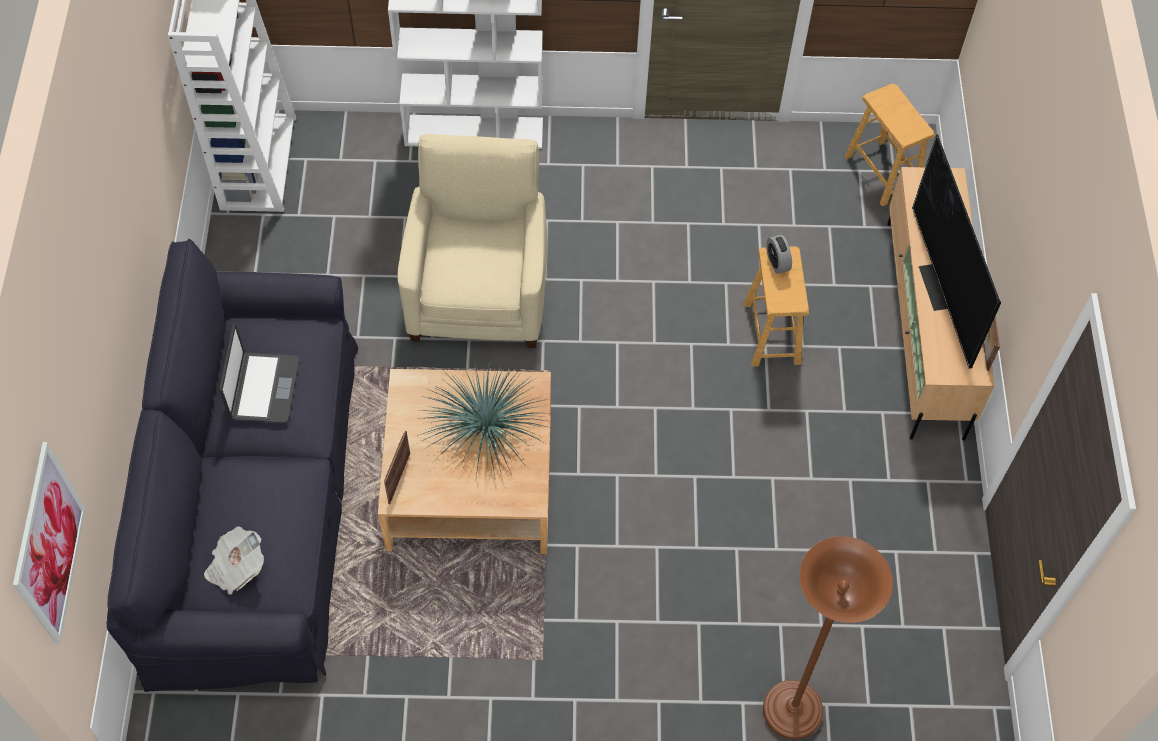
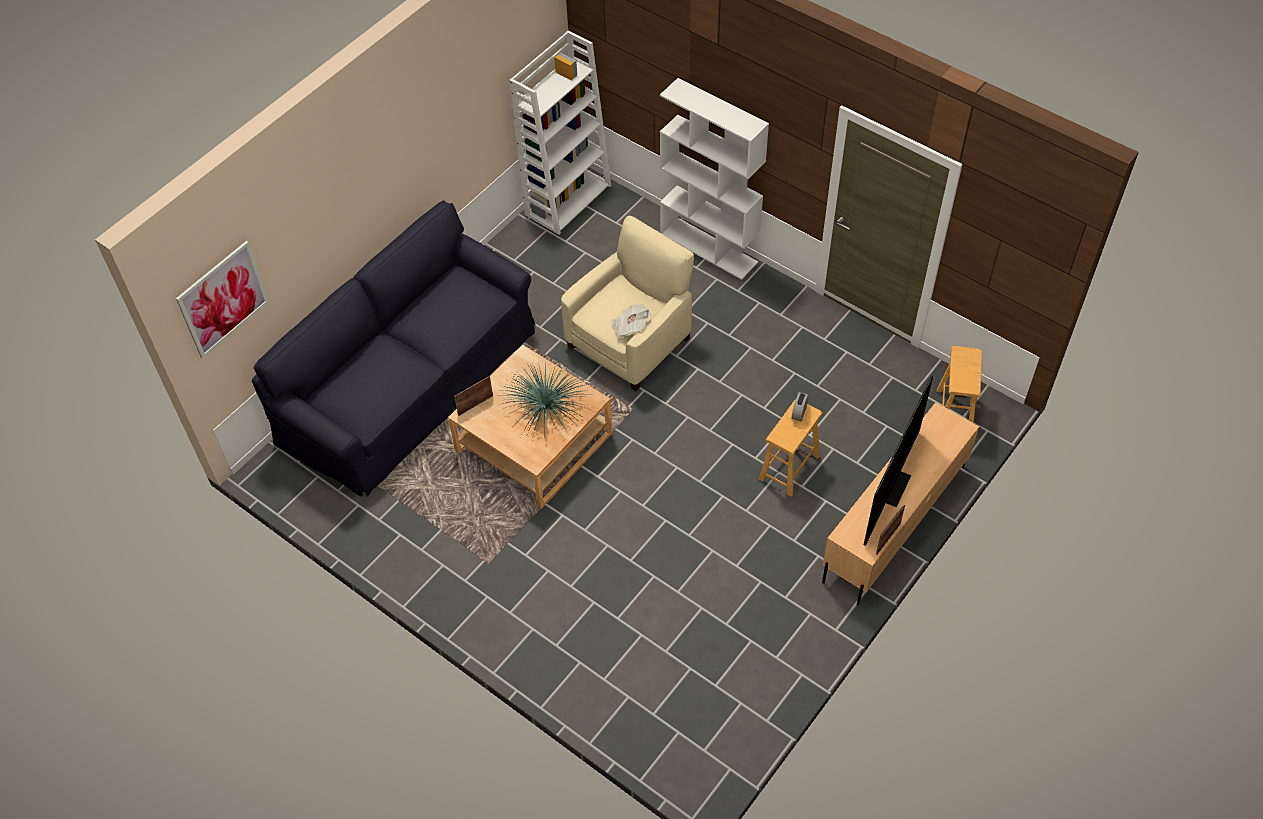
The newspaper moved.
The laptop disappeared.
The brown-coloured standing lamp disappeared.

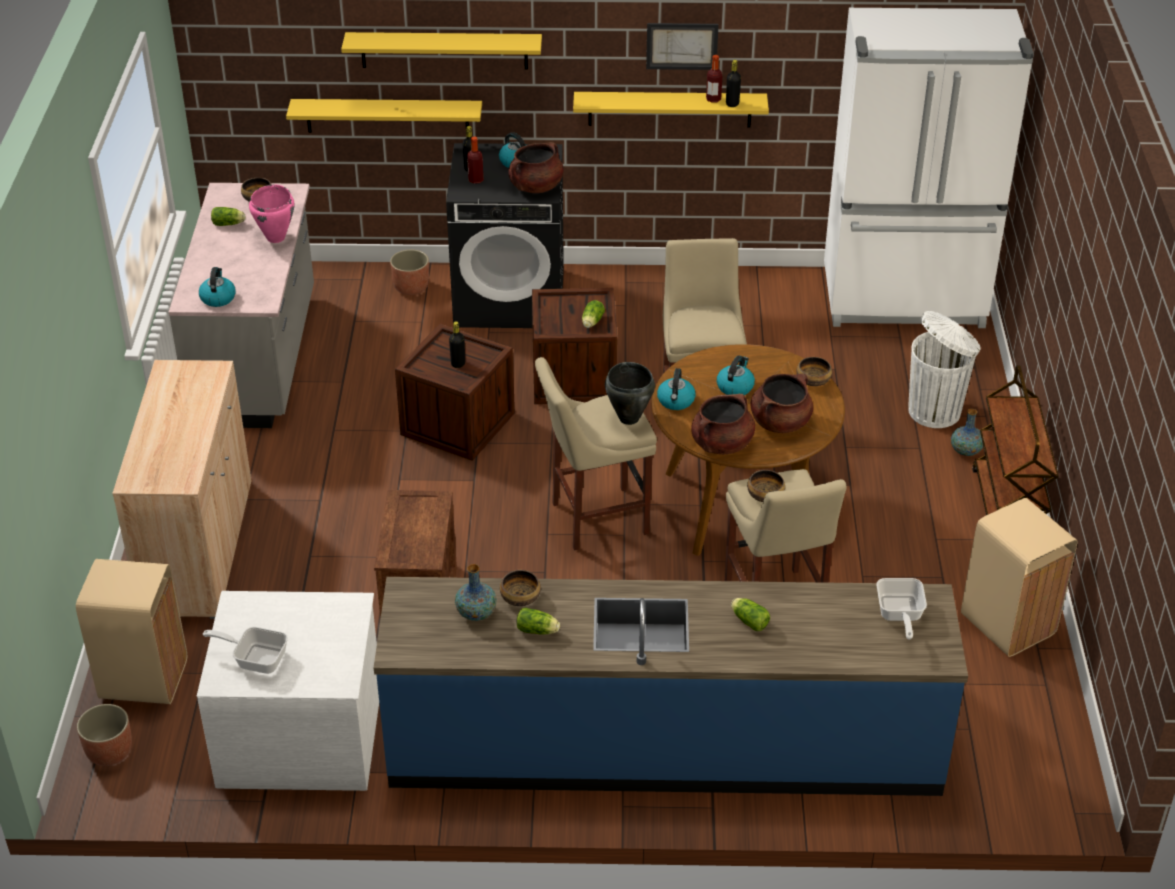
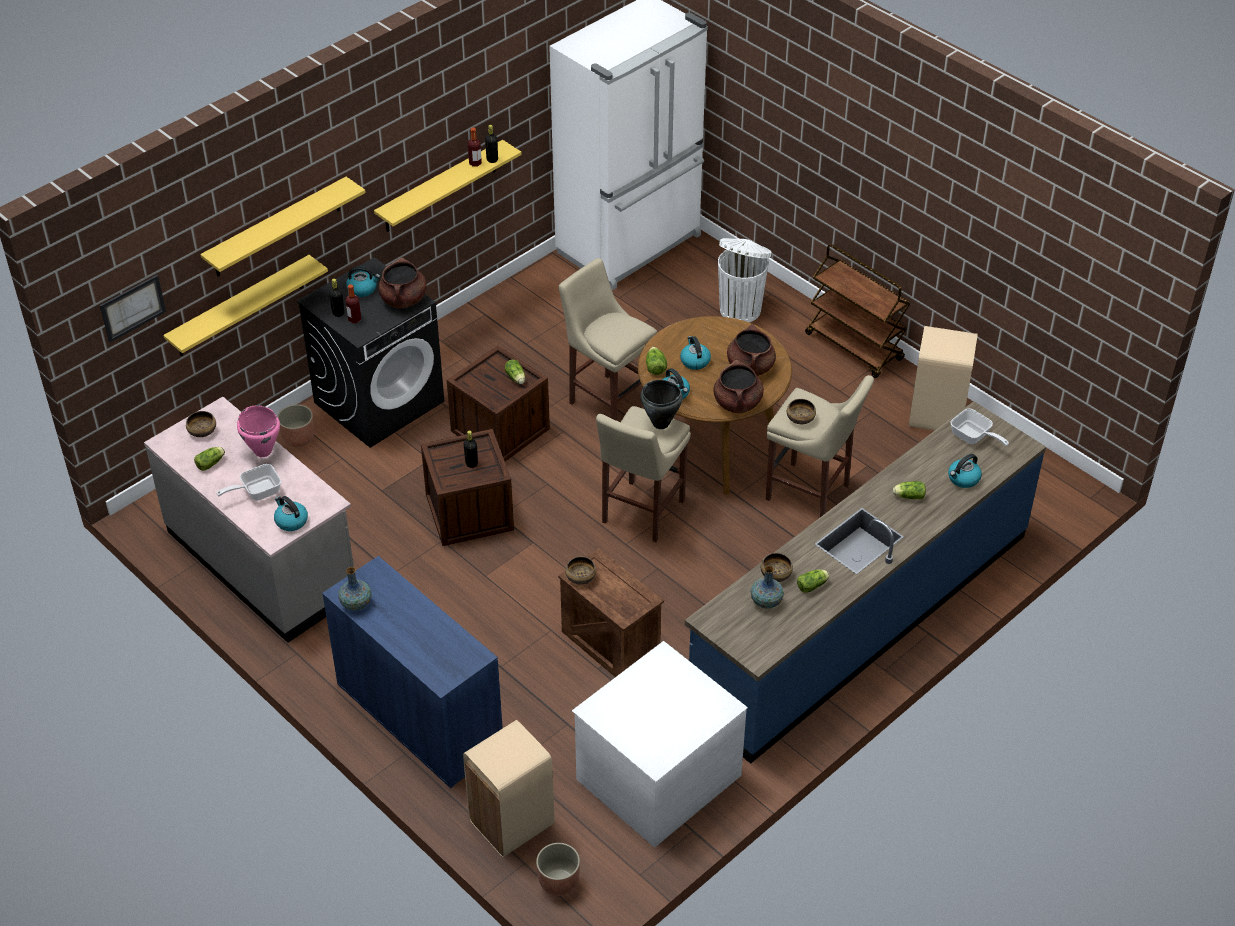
The wall art moved.
The frying pan (no. 1 from left) moved.
The beige cabinet became the blue cabinet.
The decorative vase (no. 2 from left in the first image) moved.
The serving bowl (no. 4 from left in the first image) moved.
The lettuce (no. 3 from left) appeared.
The kettle (no. 5 from left) appeared.

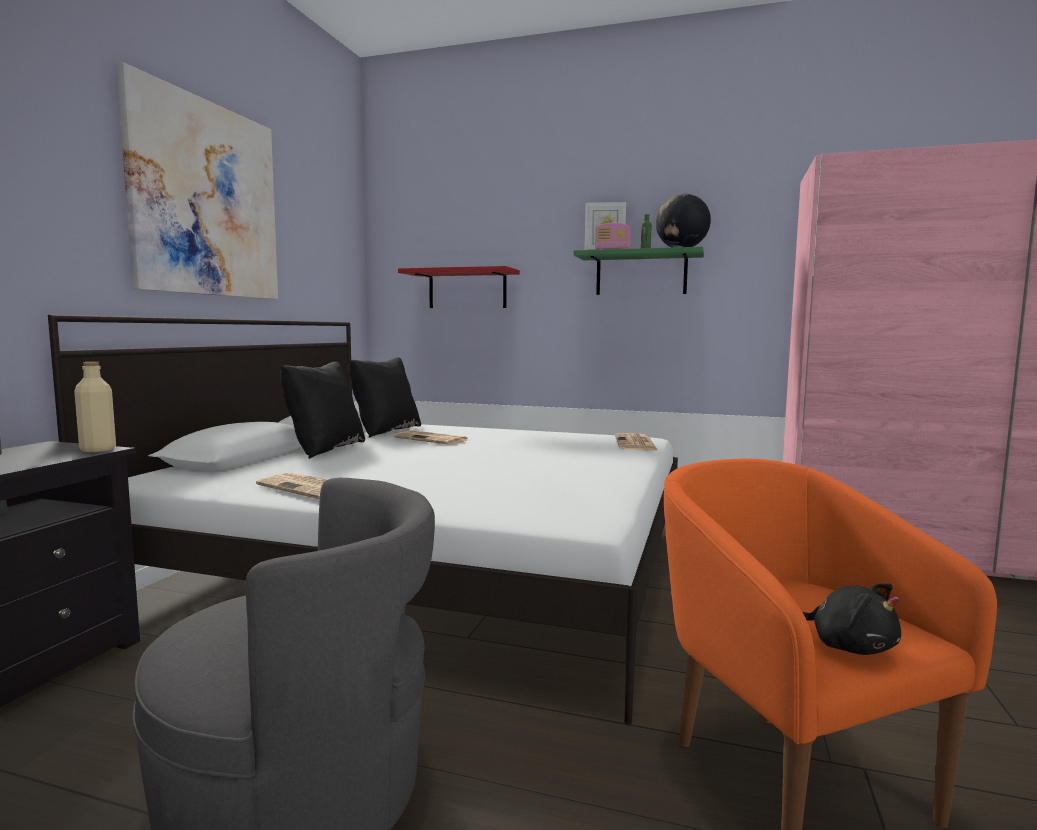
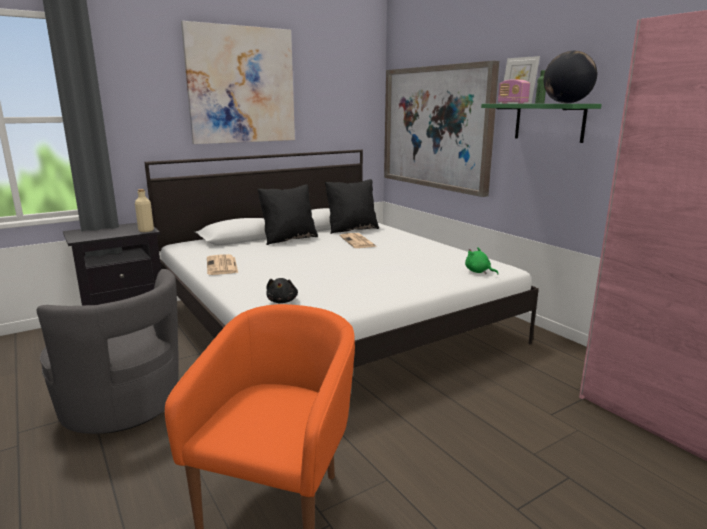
The blackish plush toy moved.
The red-coloured bracket shelf was replaced by the wall art (no. 2 from left).
The newspaper (no. 3 from left) was replaced by the green plush toy.

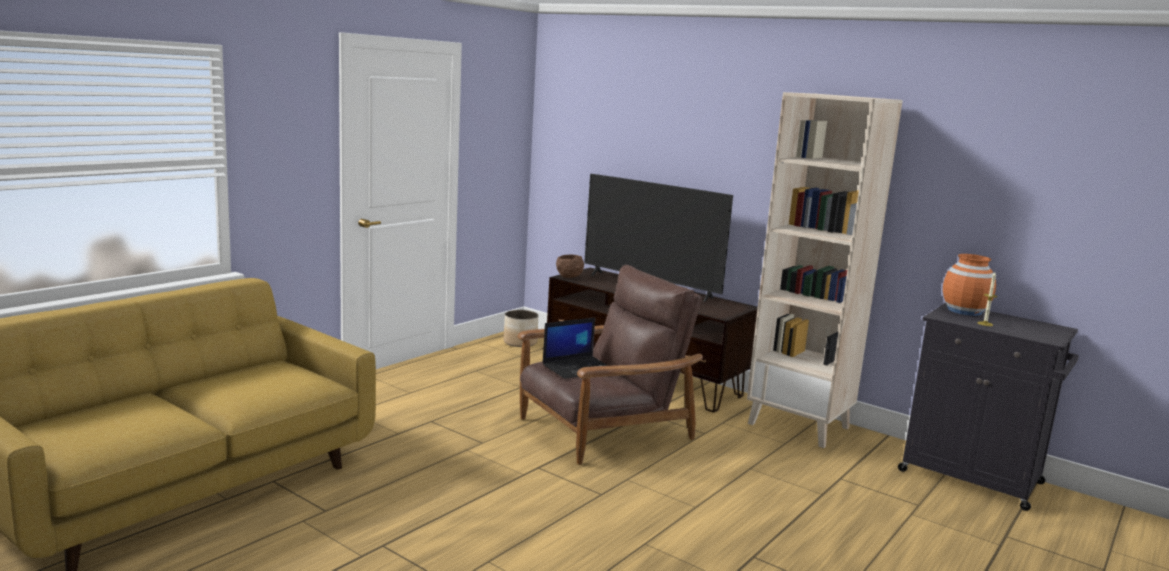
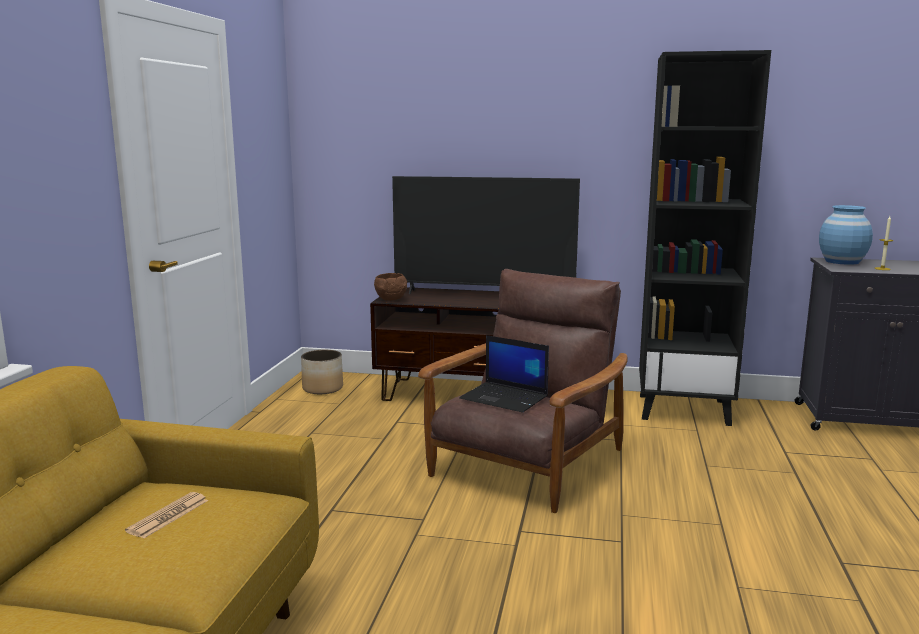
The newspaper appeared.
The laptop turned 90 degrees clockwise.
The beige bookcase became the blackish bookcase.
The orangey decorative vase became the blue decorative vase.

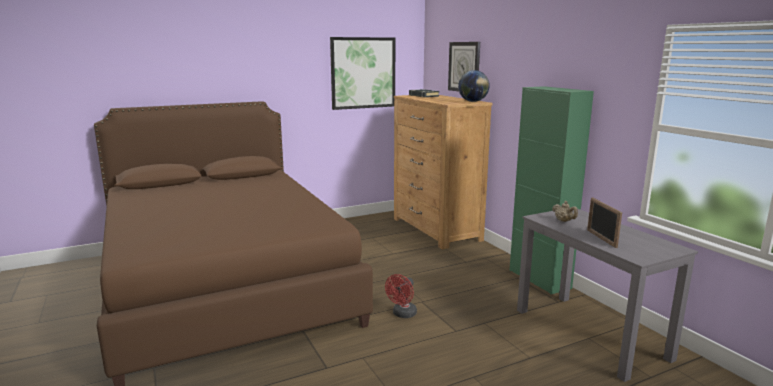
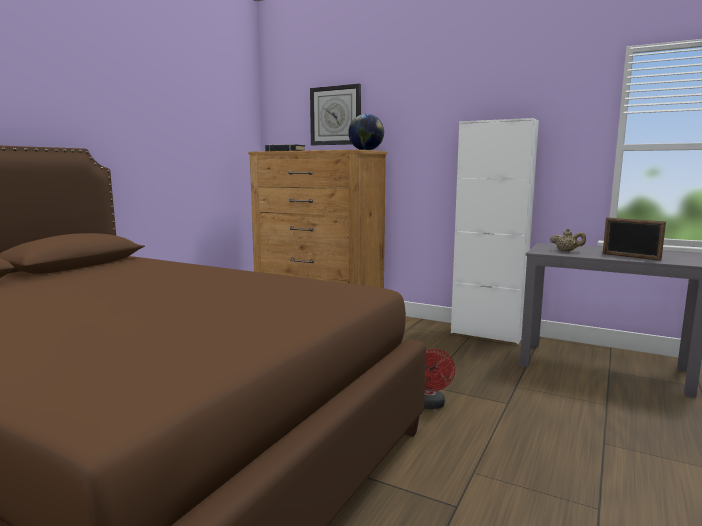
The green cabinet became the white cabinet.
The wall art disappeared.

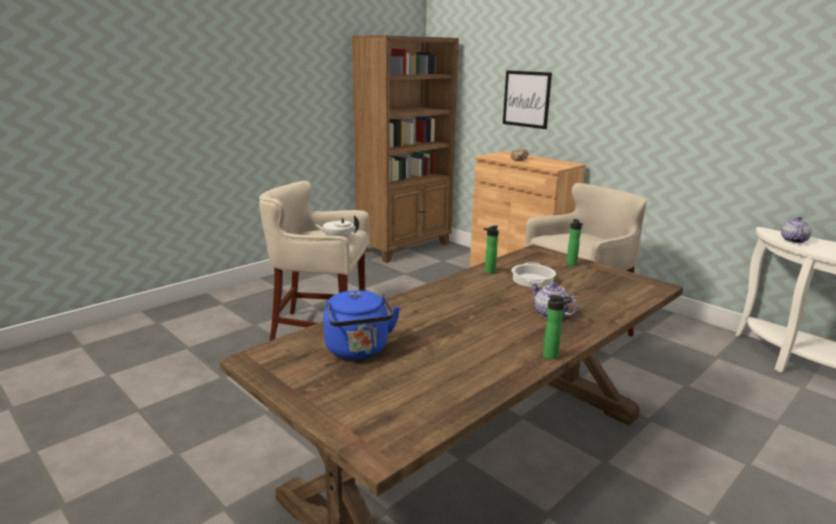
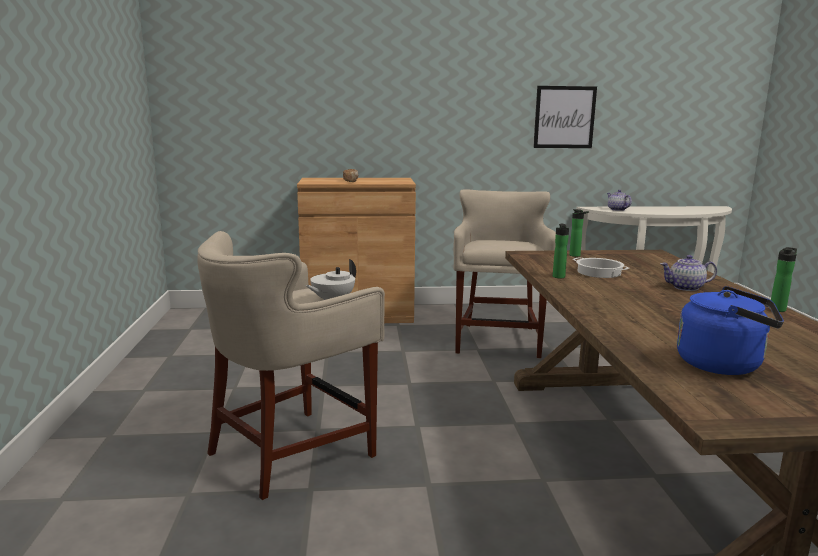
The wall art moved.
The brown-coloured bookcase disappeared.

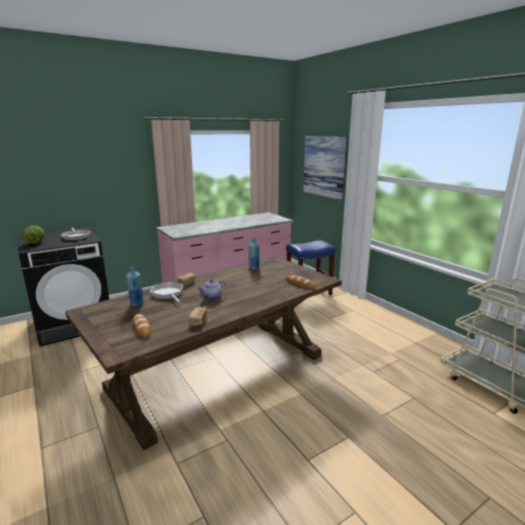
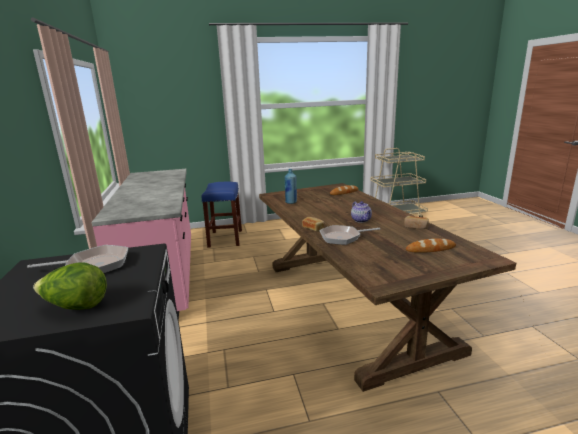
The blue drink bottle (no. 1 from left) disappeared.
The wall art disappeared.

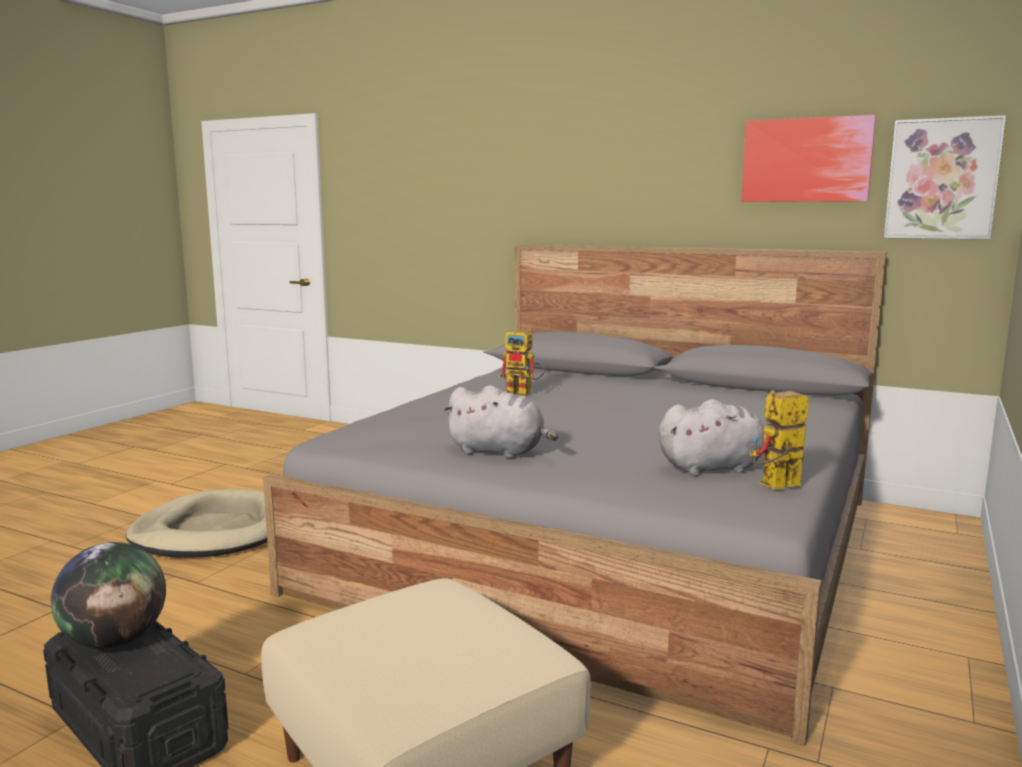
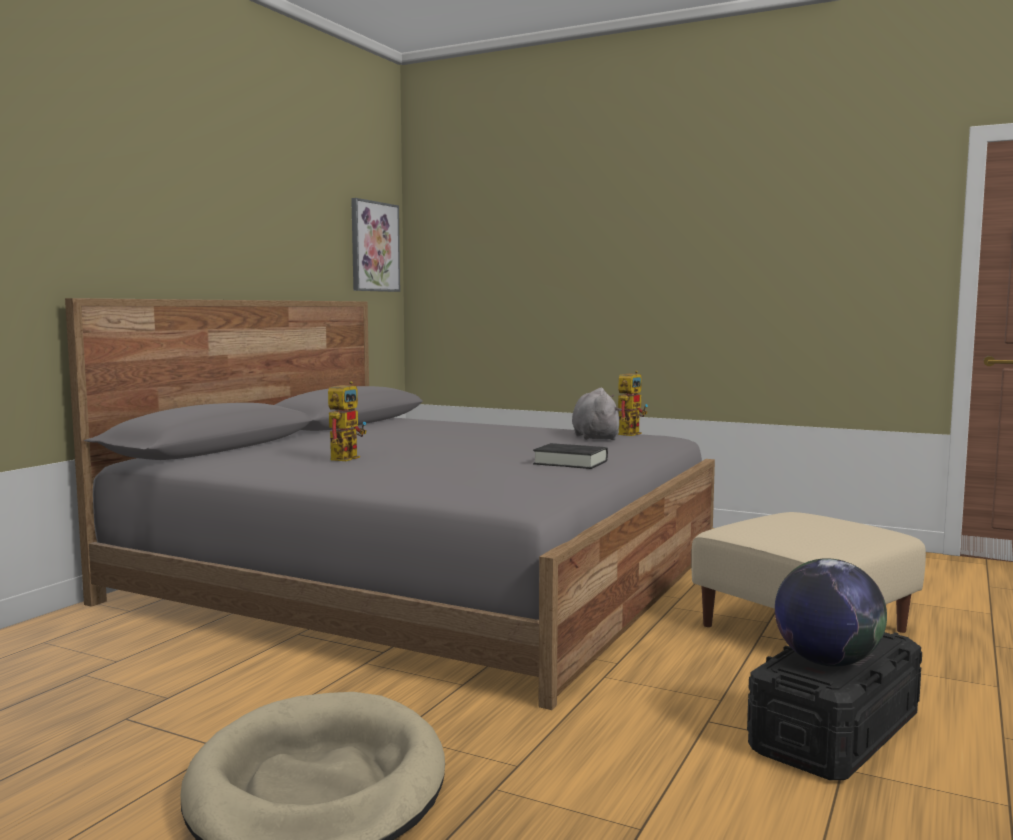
The gray plush toy (no. 1 from left) was replaced by the blackish volume.
The robot figure (no. 2 from left) turned 120 degrees counterclockwise.
The wall art (no. 1 from left) disappeared.

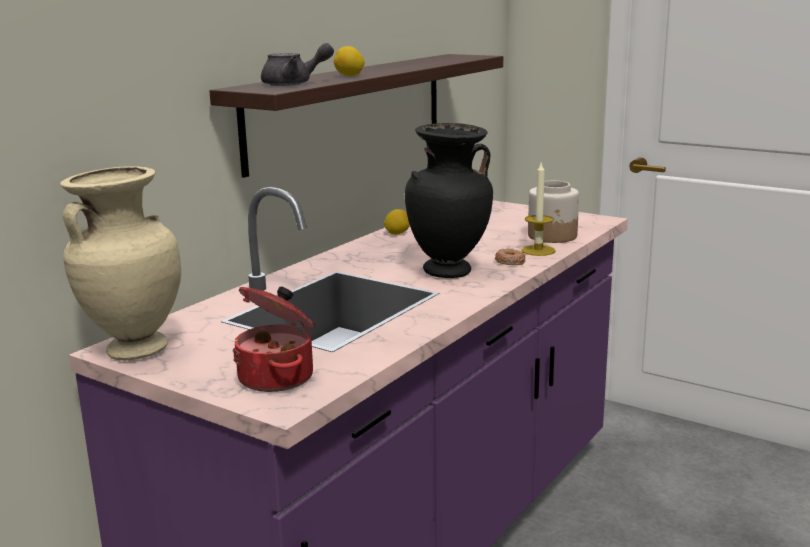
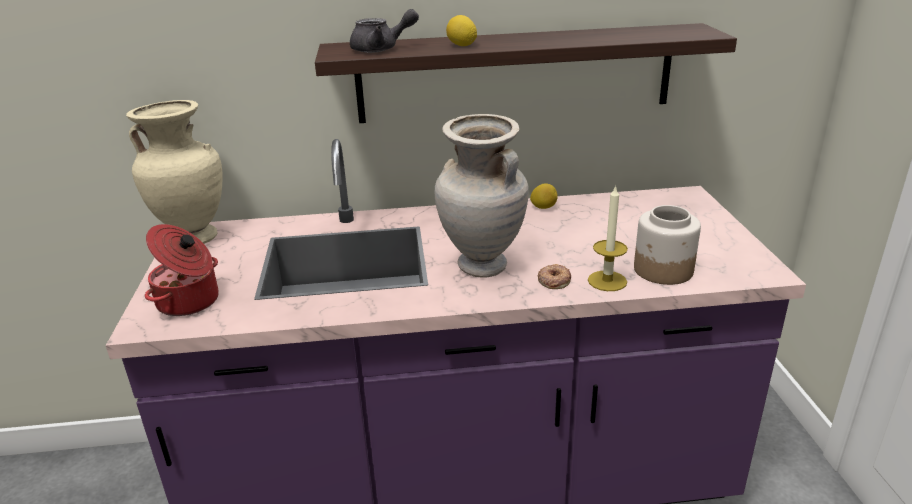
The gray pot for tea turned 45 degrees counterclockwise.
The blackish decorative vase became the beige decorative vase (no. 2 from left).

